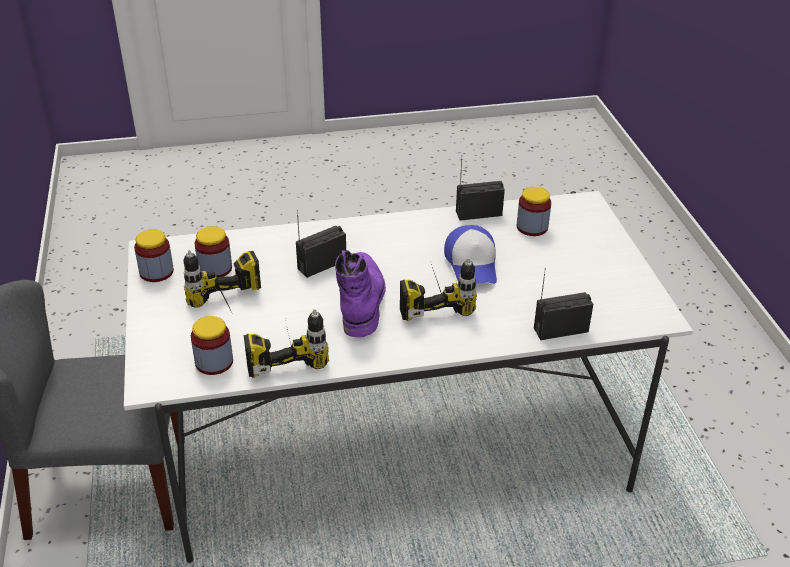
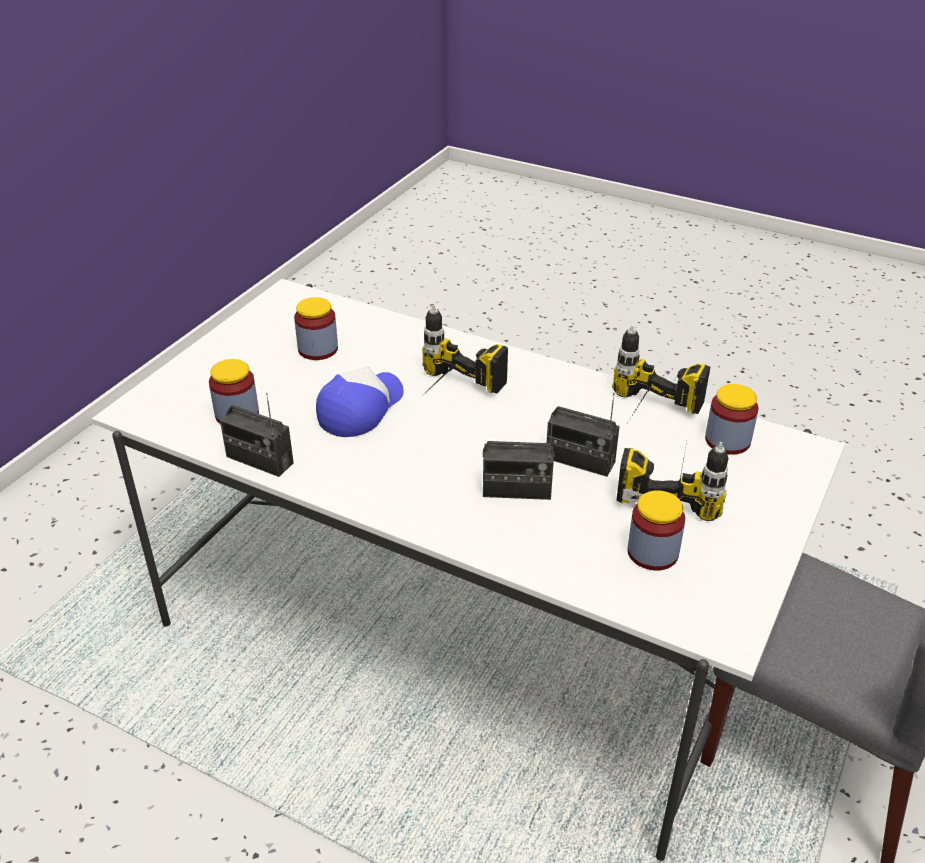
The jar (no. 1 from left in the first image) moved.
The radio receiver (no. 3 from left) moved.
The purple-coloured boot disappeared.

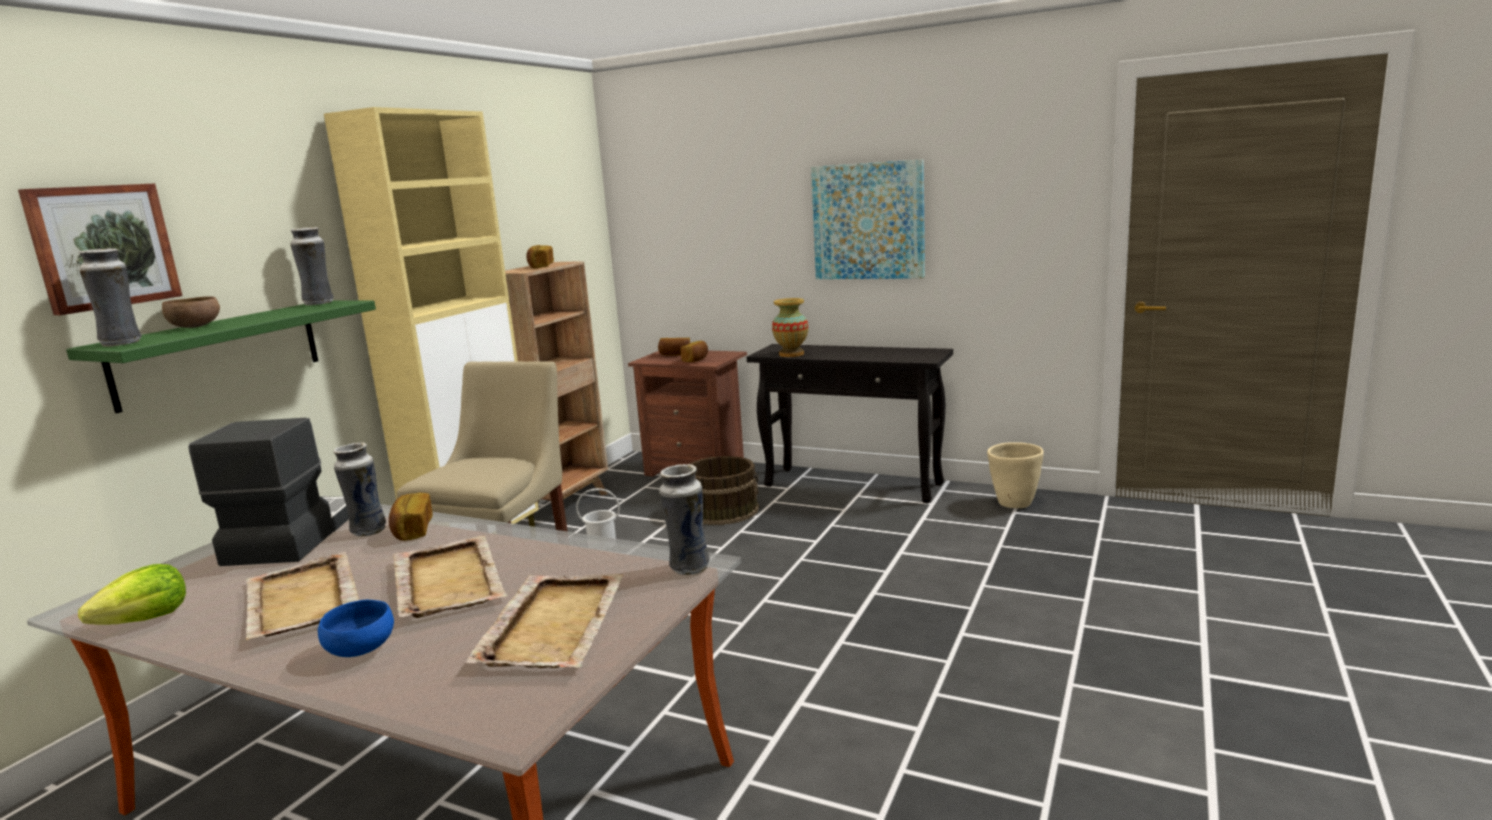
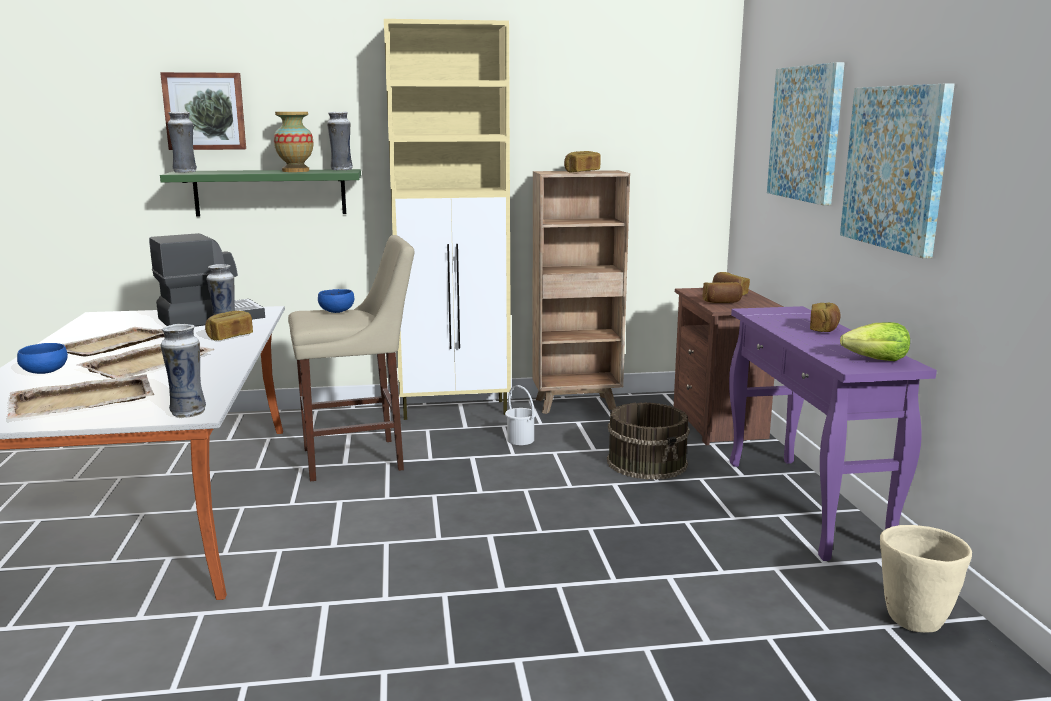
The decorative vase (no. 5 from left in the first image) moved.
The blue serving bowl (no. 2 from left) appeared.
The blackish narrow table became the purple-coloured narrow table.
The wall art (no. 2 from left) appeared.
The bread (no. 5 from left) appeared.
The lettuce moved.
The brown-coloured serving bowl disappeared.

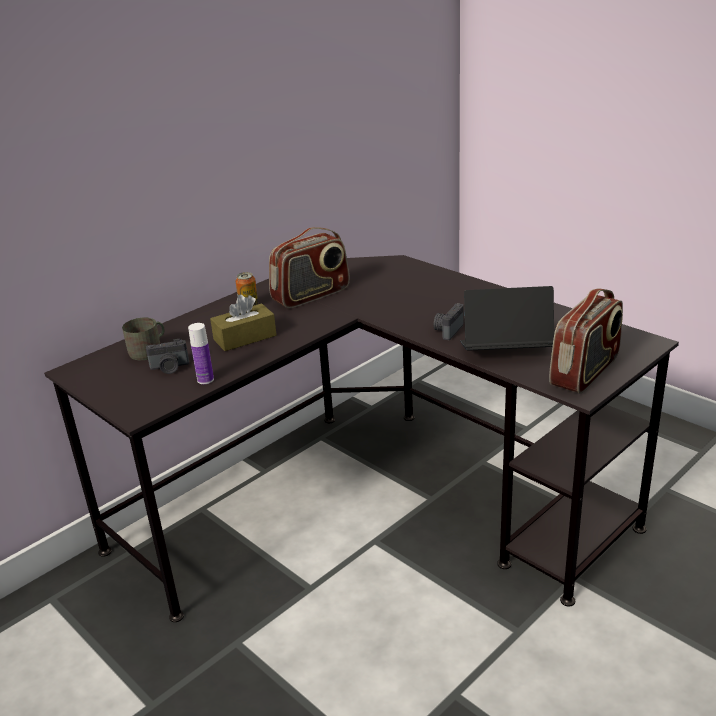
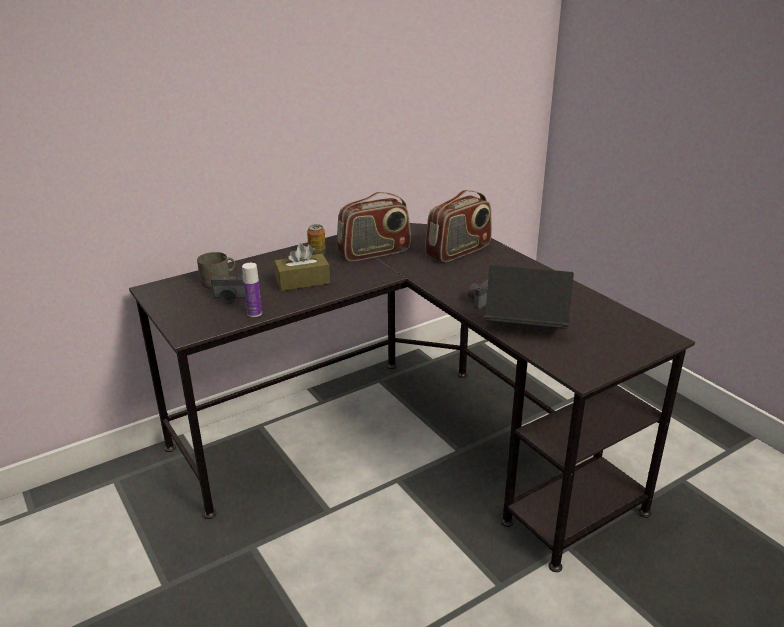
The radio receiver (no. 2 from left) moved.

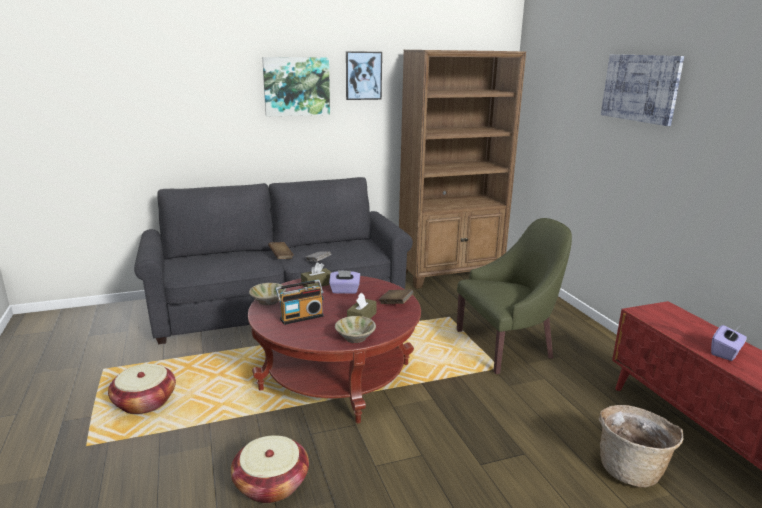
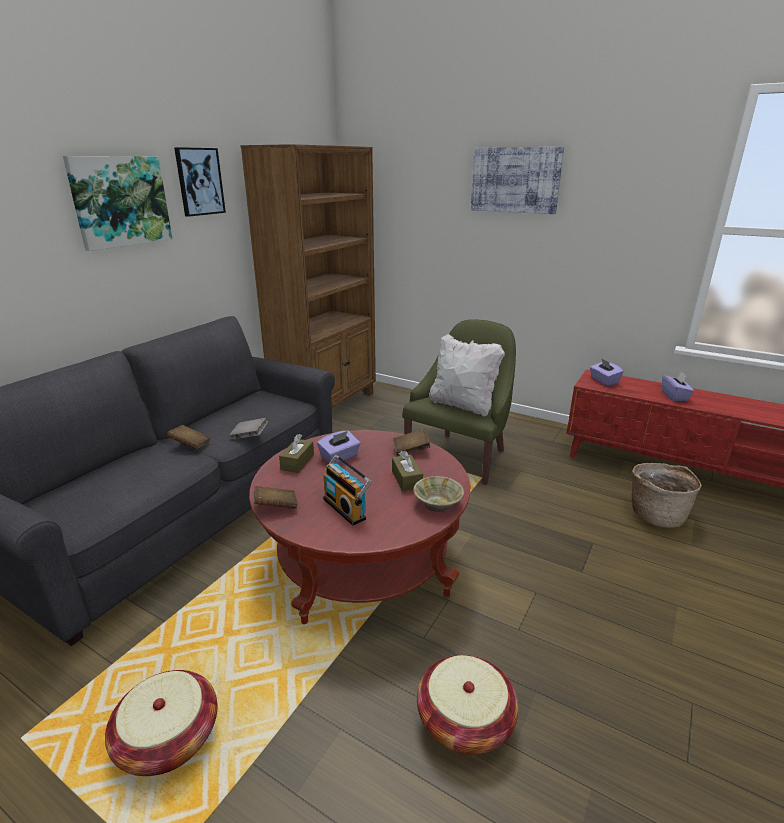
The beige serving bowl (no. 1 from left) was replaced by the brown-coloured volume (no. 2 from left).
The radio receiver turned 120 degrees clockwise.
The white cushion appeared.
The purple-coloured tissue holder (no. 2 from left) appeared.

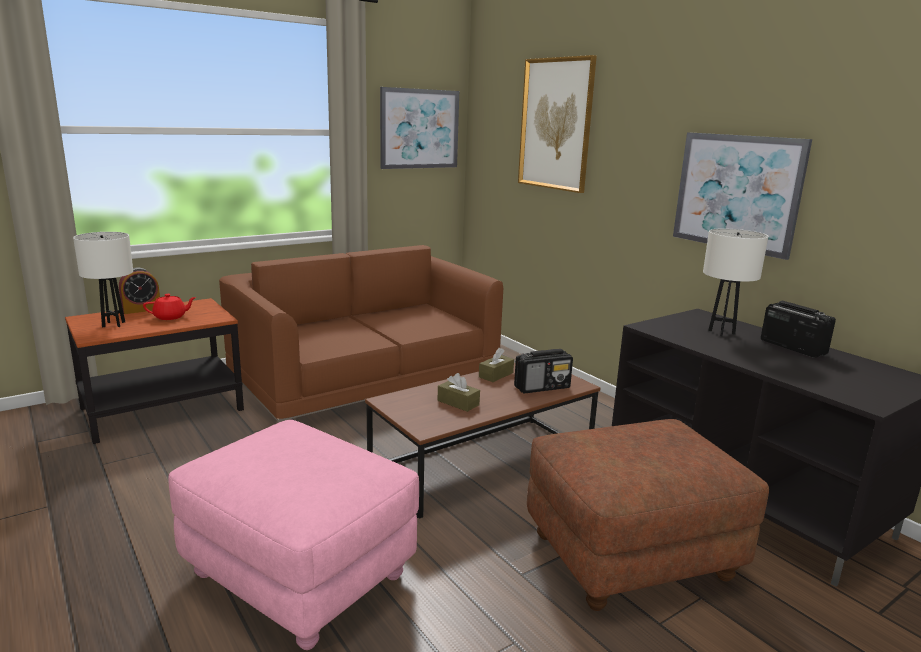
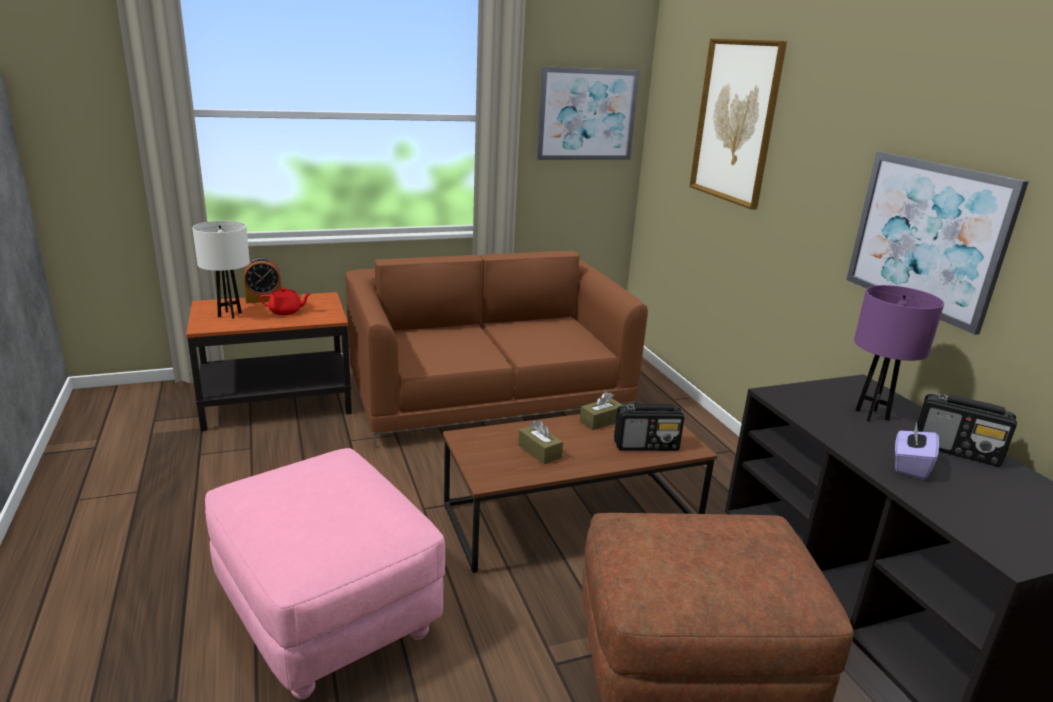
The white table lamp (no. 2 from left) became the purple-coloured table lamp.
The purple-coloured tissue holder appeared.
The radio receiver (no. 2 from left) turned 135 degrees clockwise.

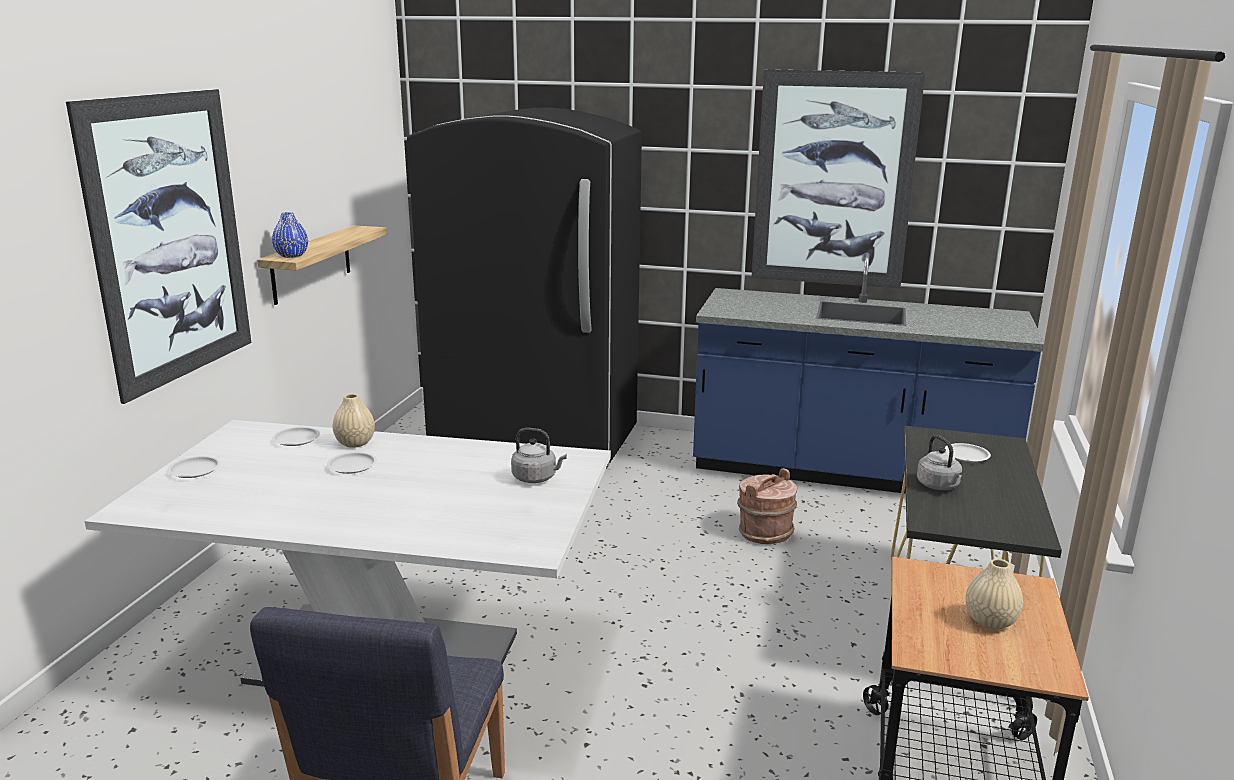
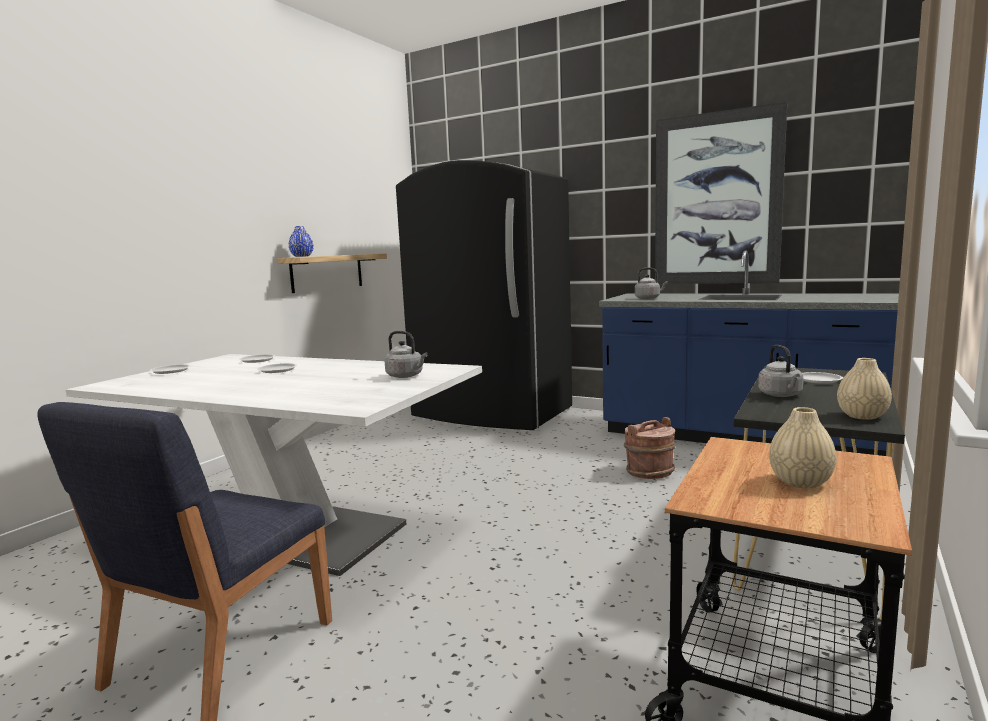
The gray kettle (no. 2 from left) appeared.
The beige decorative vase (no. 1 from left in the first image) moved.
The wall art (no. 1 from left) disappeared.

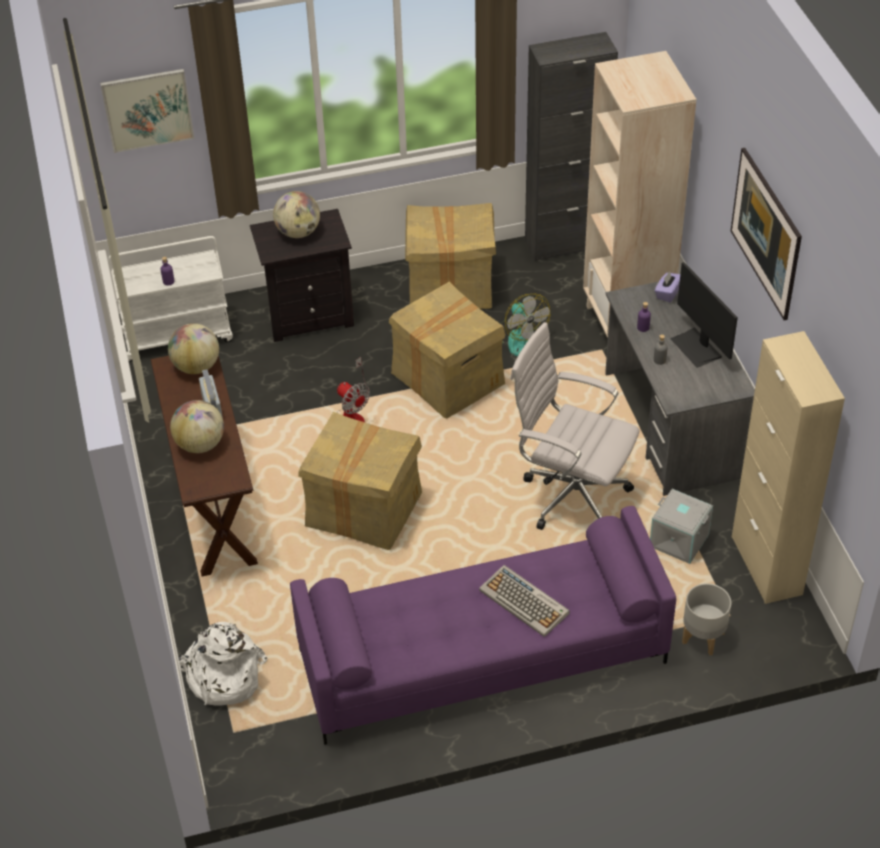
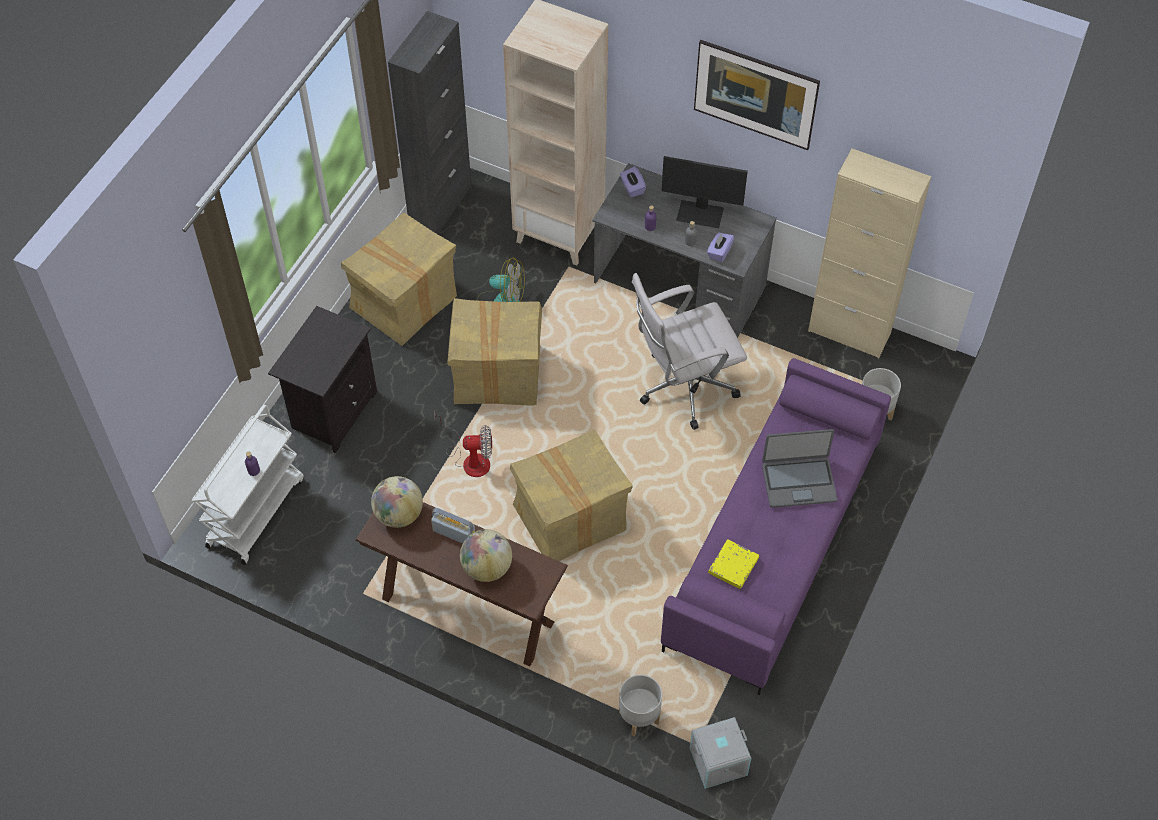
The white knapsack was replaced by the gray planter (no. 1 from left).
The gray storage bin moved.
The purple-coloured tissue holder (no. 2 from left) appeared.
The yellowish volume appeared.
The PC keyboard was replaced by the laptop.
The wall art (no. 1 from left) disappeared.
The globe (no. 3 from left) disappeared.

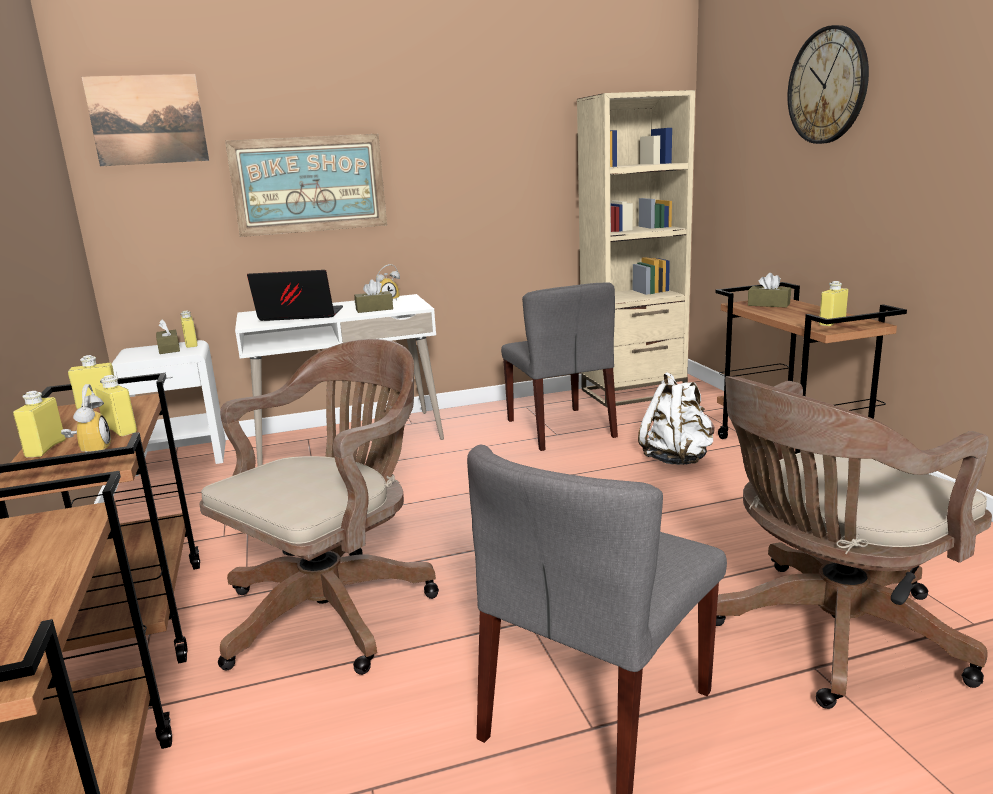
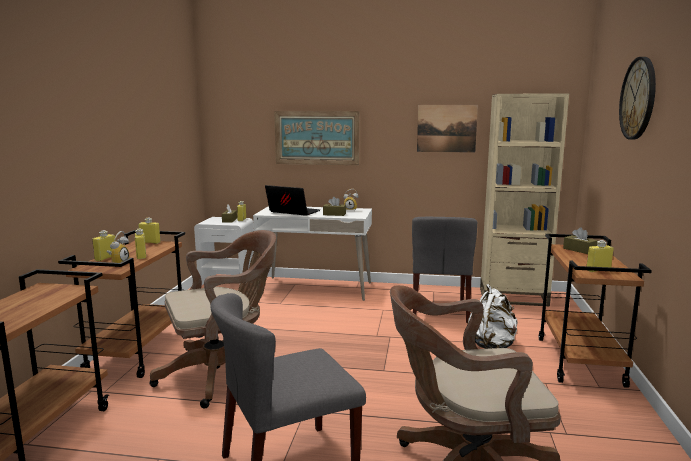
The wall art (no. 1 from left in the first image) moved.

